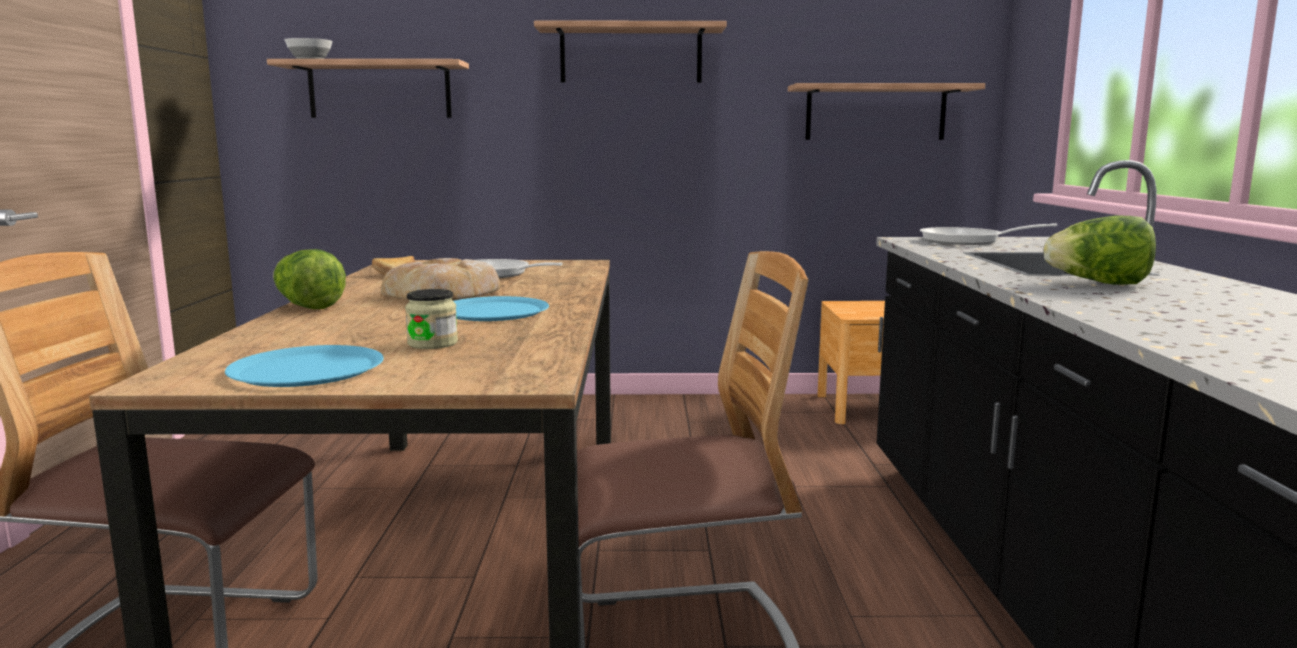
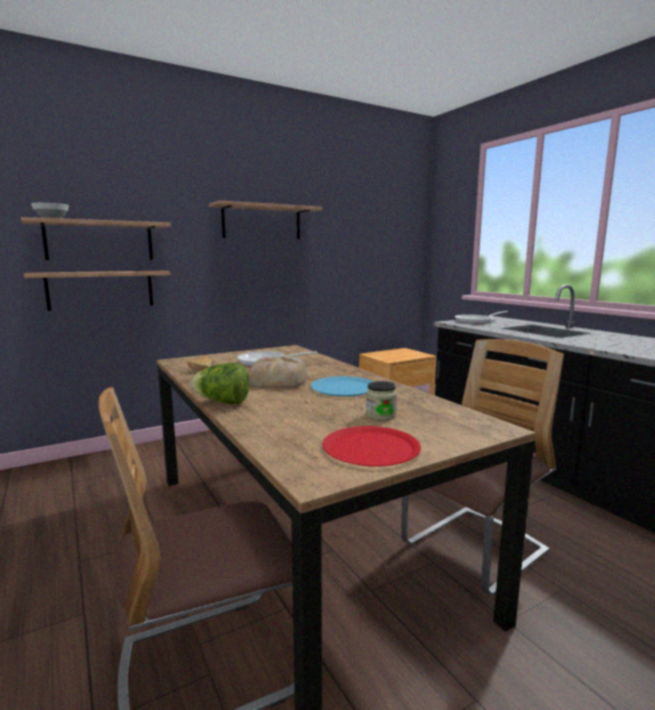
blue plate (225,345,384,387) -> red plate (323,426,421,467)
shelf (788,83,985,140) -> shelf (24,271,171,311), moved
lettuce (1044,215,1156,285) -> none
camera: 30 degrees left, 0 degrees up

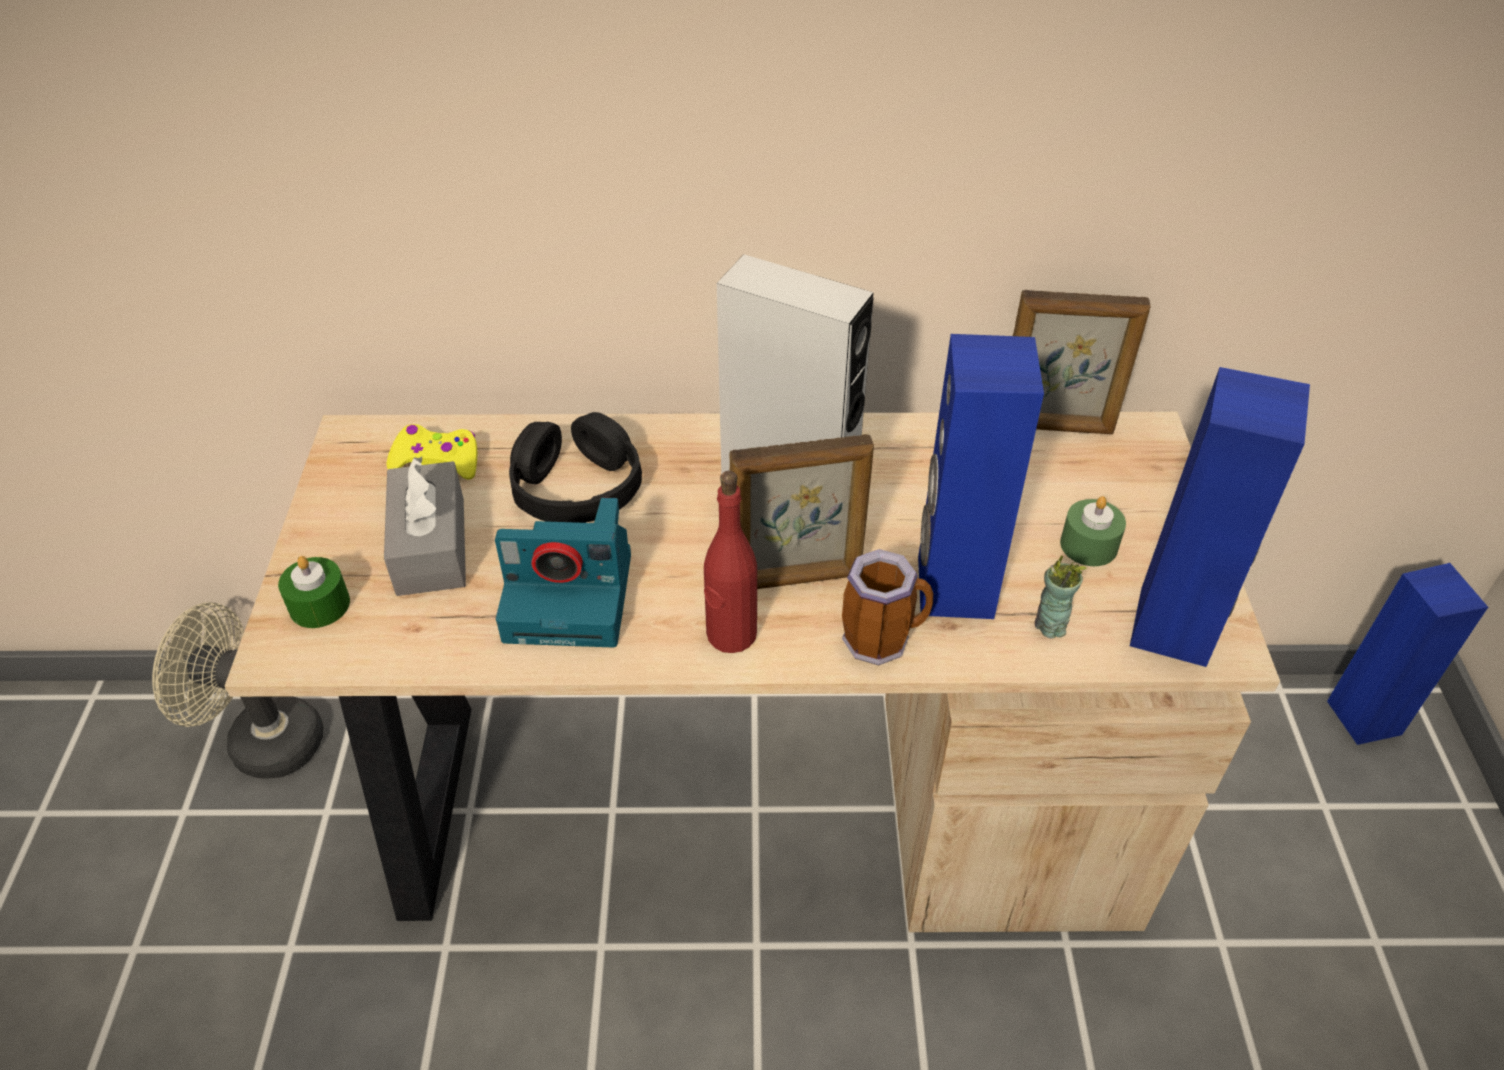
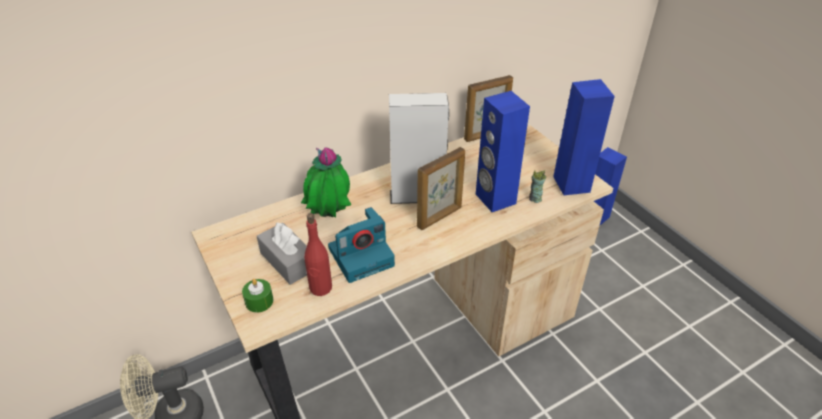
yellow game controller (387,424,477,480) -> none
black headphones (509,412,642,523) -> potted plant (301,148,351,217)
red bottle (704,471,757,653) -> red bottle (304,213,332,296), moved
mug (842,549,933,665) -> none
green candle (1060,496,1126,566) -> none
camera: 30 degrees left, 5 degrees down

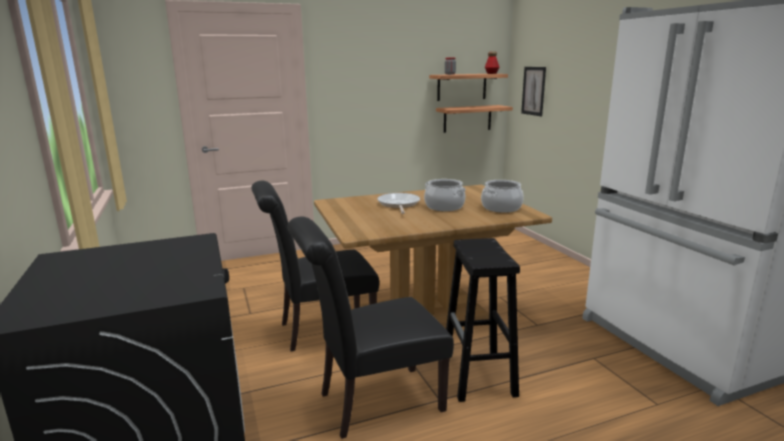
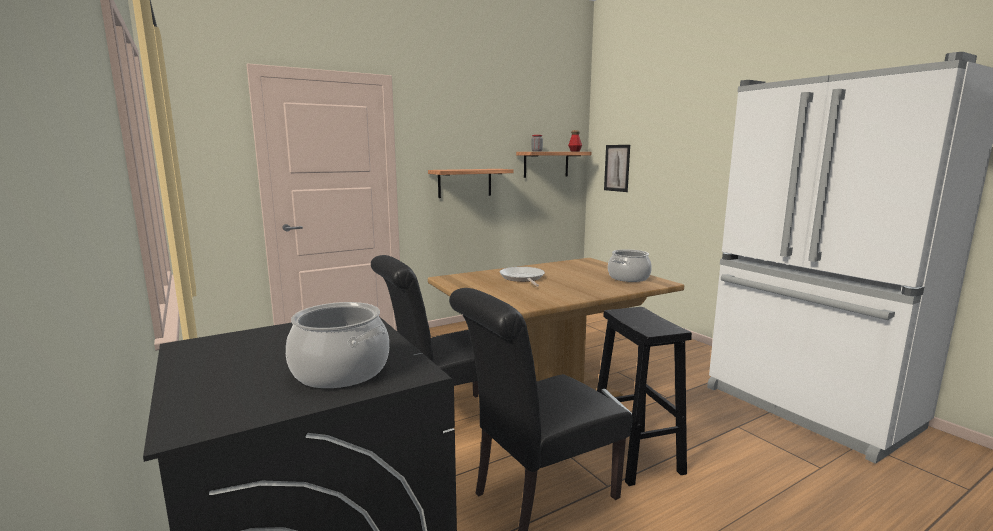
cooking pot (424,179,466,211) -> cooking pot (286,302,389,388), moved
shelf (436,105,513,133) -> shelf (428,169,514,198), moved
camera: 10 degrees left, 5 degrees down

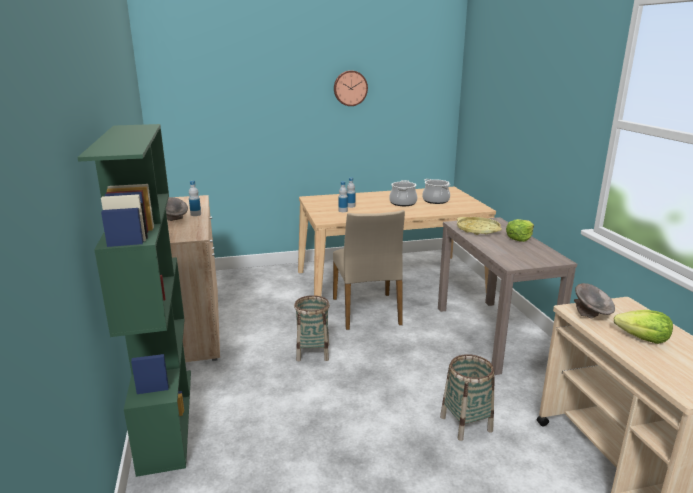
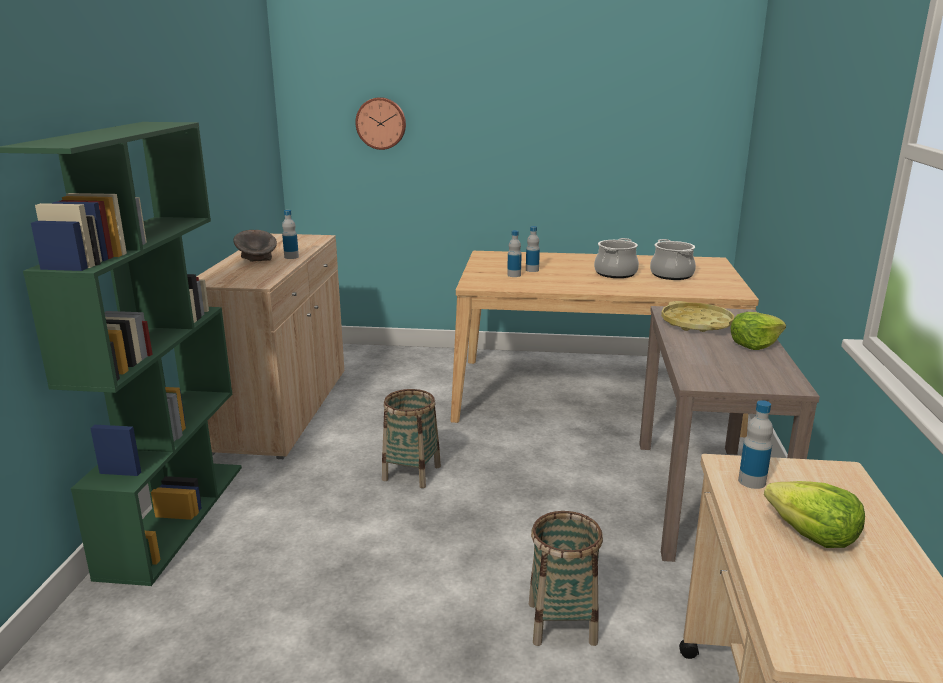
beige chair (333,210,405,330) -> none
wall clock (334,70,368,106) -> wall clock (355,97,406,150), moved
grey bowl (574,283,615,319) -> bottle (738,400,773,489)
camera: 20 degrees right, 0 degrees up

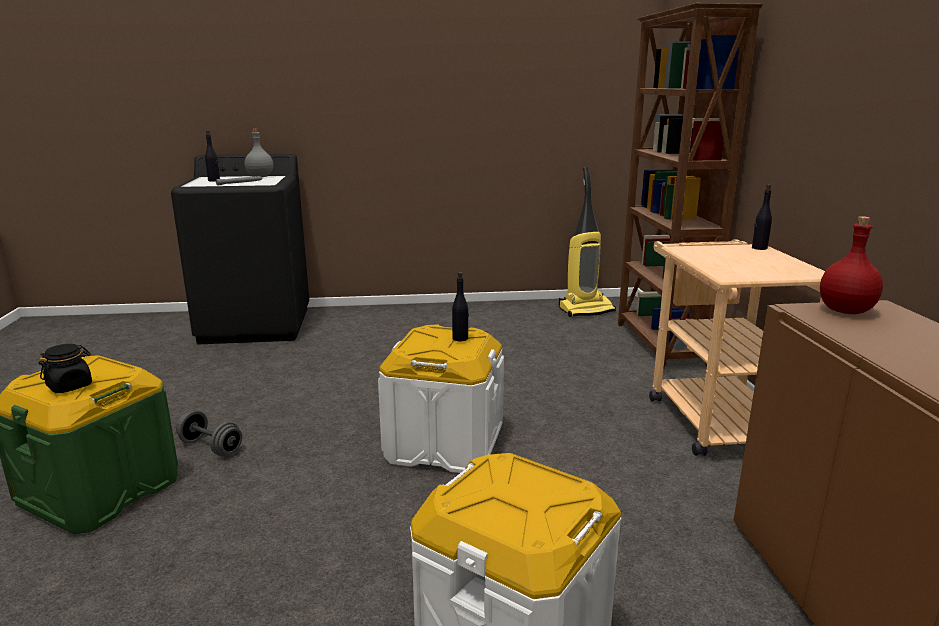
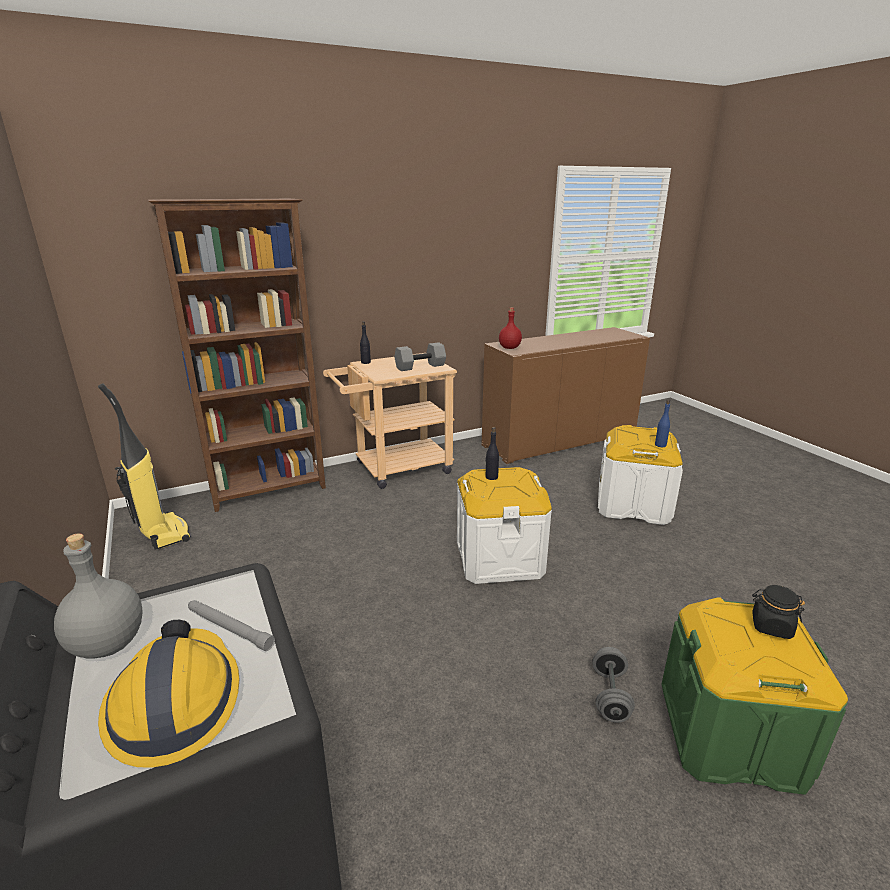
black bottle (205,130,220,182) -> hard hat (98,620,239,768)
none -> grey dumbbell (394,342,446,371)
none -> blue bottle (655,400,670,447)
camera: 110 degrees left, 5 degrees up

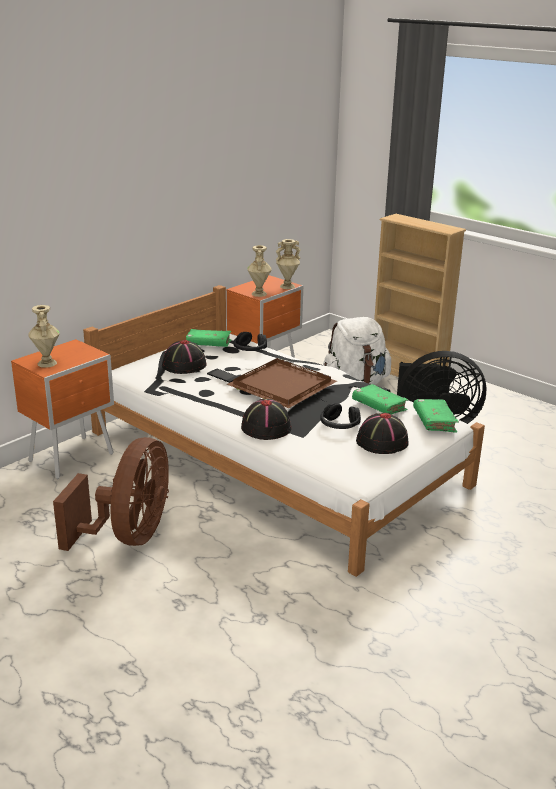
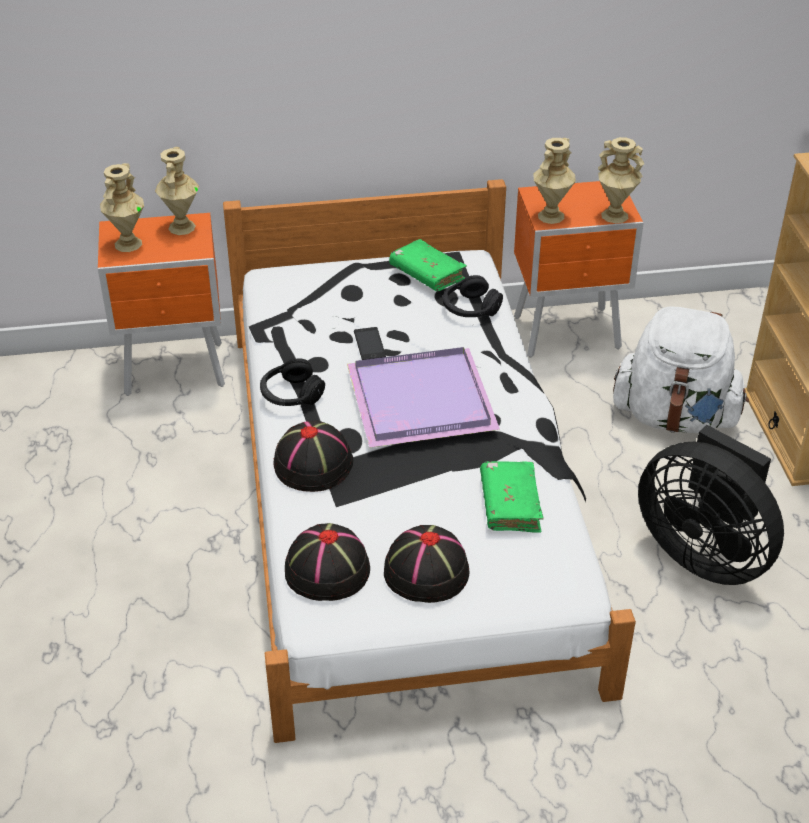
brown fan (53,437,169,551) -> none
black hat (162,340,207,374) -> black hat (285,523,370,601), moved
brown tray (227,358,337,408) -> purple tray (347,347,500,448)
black headphones (320,403,361,429) -> black headphones (260,358,325,406), moved
green book (413,399,459,432) -> none
none -> beige vase (155,147,199,235)
camera: 40 degrees right, 15 degrees up

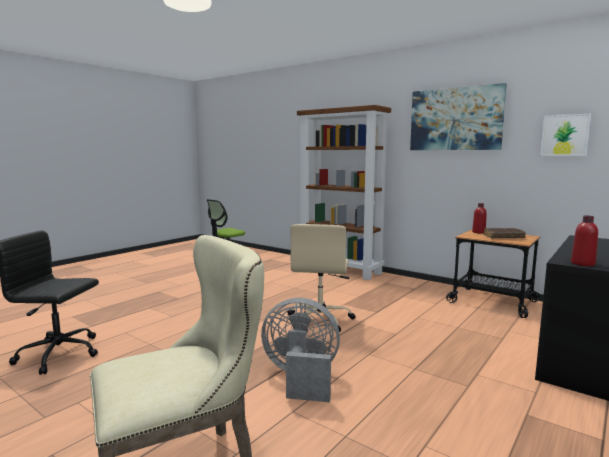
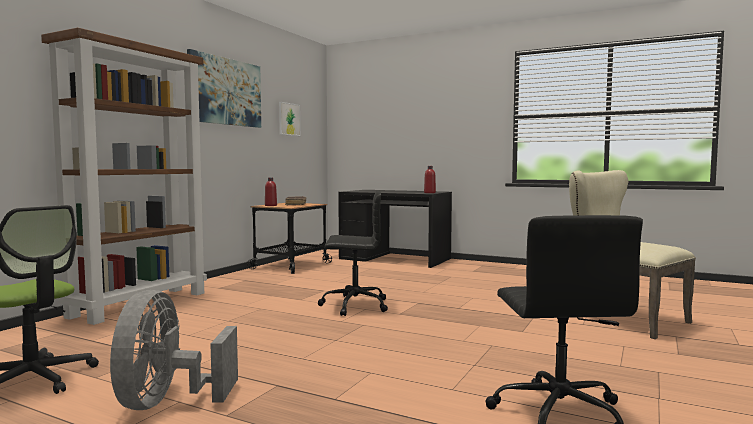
grey fan (261,298,340,402) -> grey fan (110,290,238,410), moved
beige office chair (288,224,355,332) -> black office chair (318,190,388,316)
camera: 100 degrees left, 5 degrees down

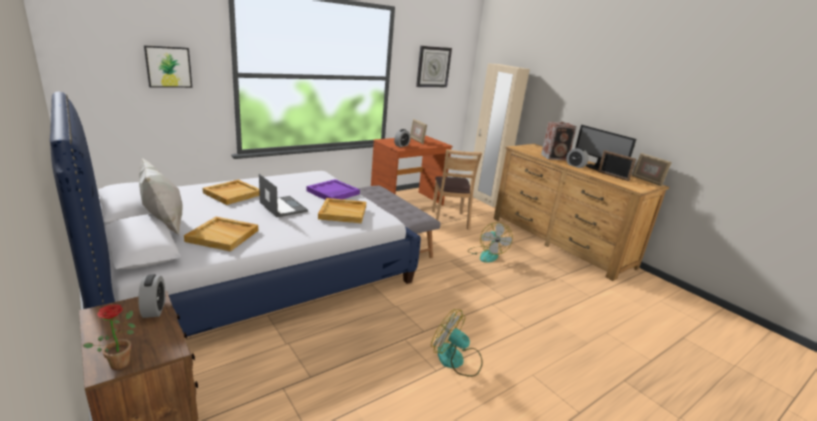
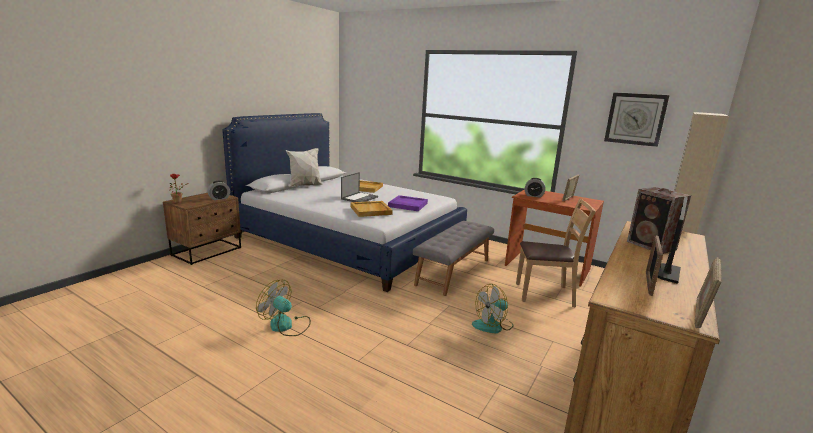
picture (144,45,192,88) -> none
beige tray (184,217,258,252) -> none
fan (431,309,483,377) -> fan (256,280,311,336), 75 degrees counterclockwise
brown chair (432,149,482,230) -> brown chair (516,199,596,308), 150 degrees counterclockwise
alarm clock (566,147,589,168) -> none
camera: 70 degrees right, 5 degrees down

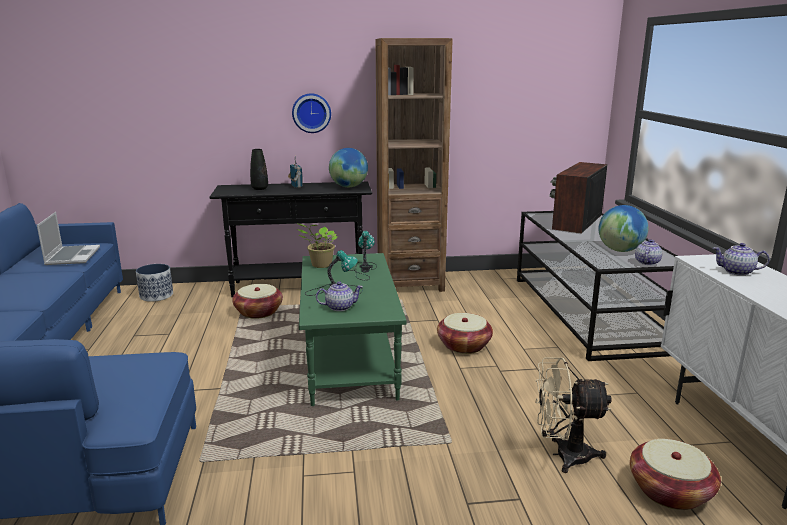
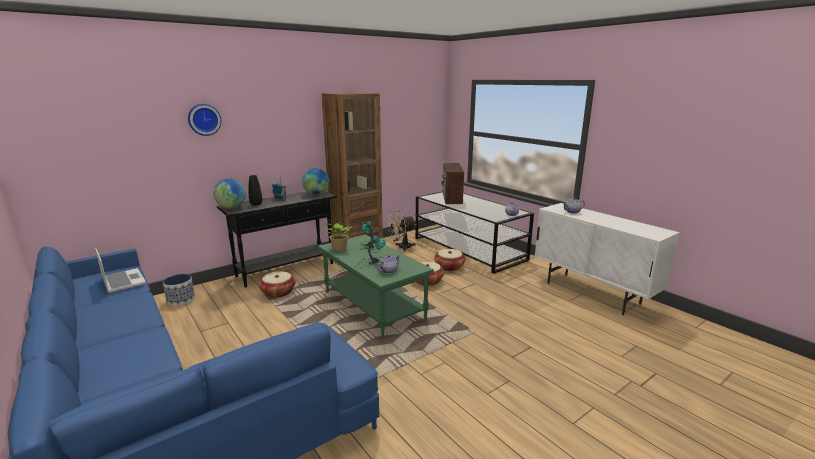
wall clock (292,93,331,133) -> wall clock (188,104,221,136), moved
beige fan (535,357,612,473) -> beige fan (387,210,416,251), moved
globe (599,205,649,252) -> globe (213,179,246,209), moved
basket (630,439,721,510) -> basket (434,249,466,271), moved
camera: 30 degrees left, 0 degrees up

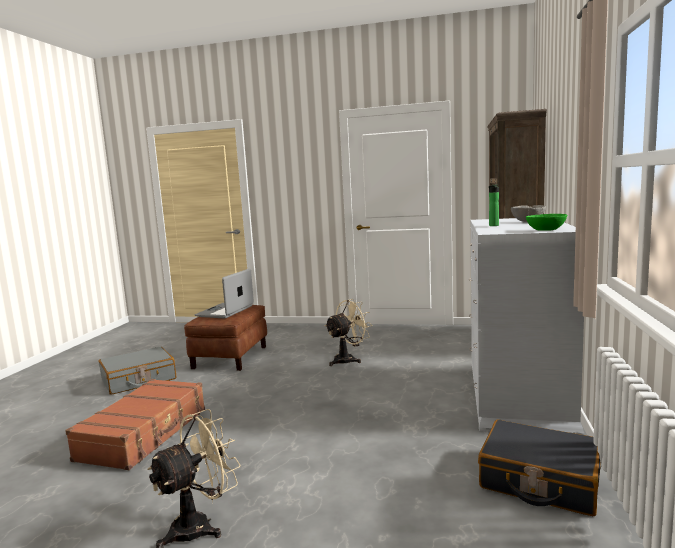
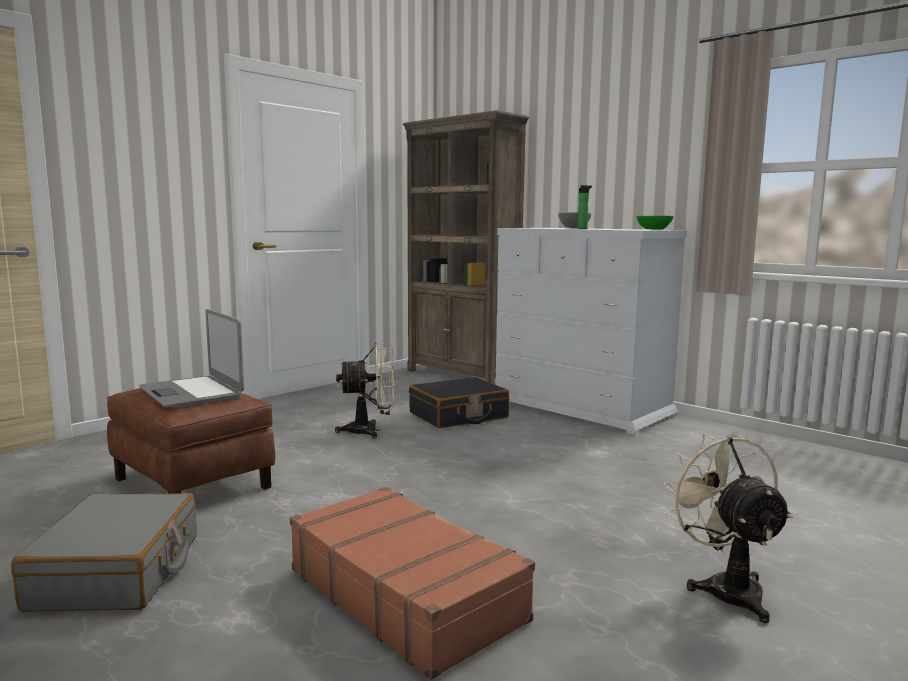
beige fan (325,299,370,366) -> beige fan (335,343,394,438), 90 degrees clockwise
black suitcase (478,419,601,516) -> black suitcase (409,377,509,428), moved
camera: 60 degrees left, 0 degrees up

